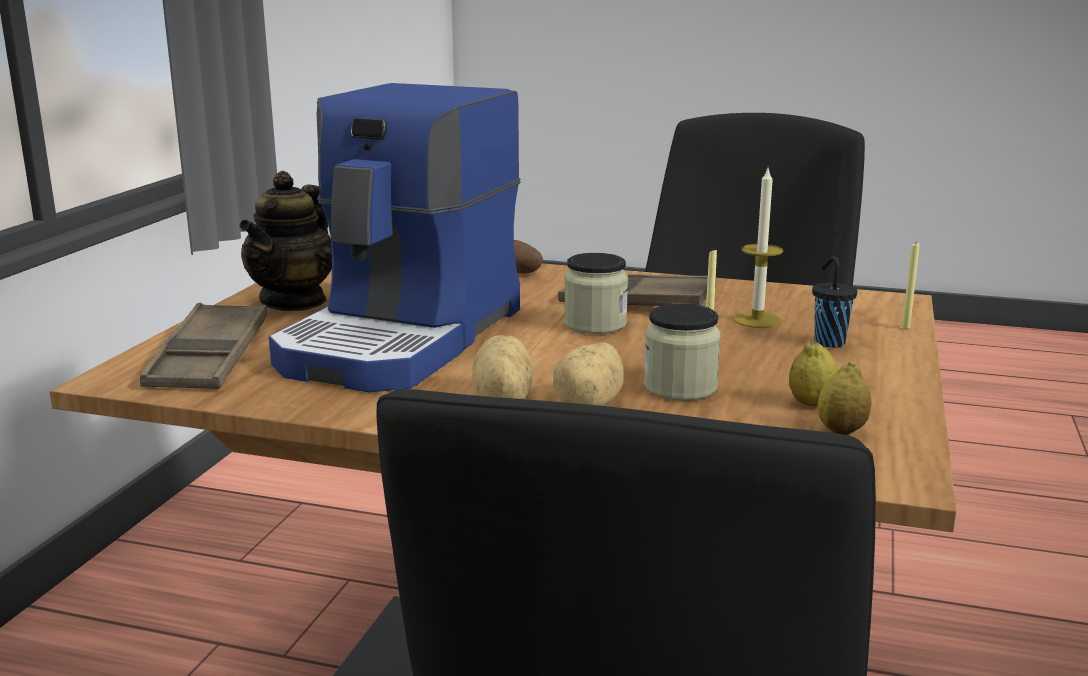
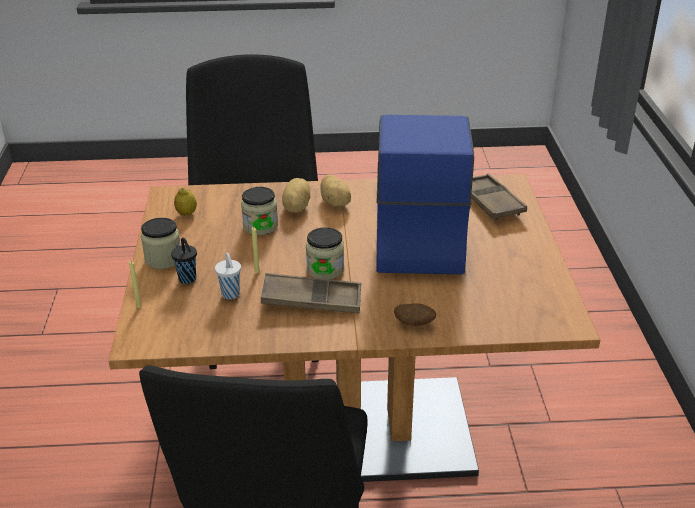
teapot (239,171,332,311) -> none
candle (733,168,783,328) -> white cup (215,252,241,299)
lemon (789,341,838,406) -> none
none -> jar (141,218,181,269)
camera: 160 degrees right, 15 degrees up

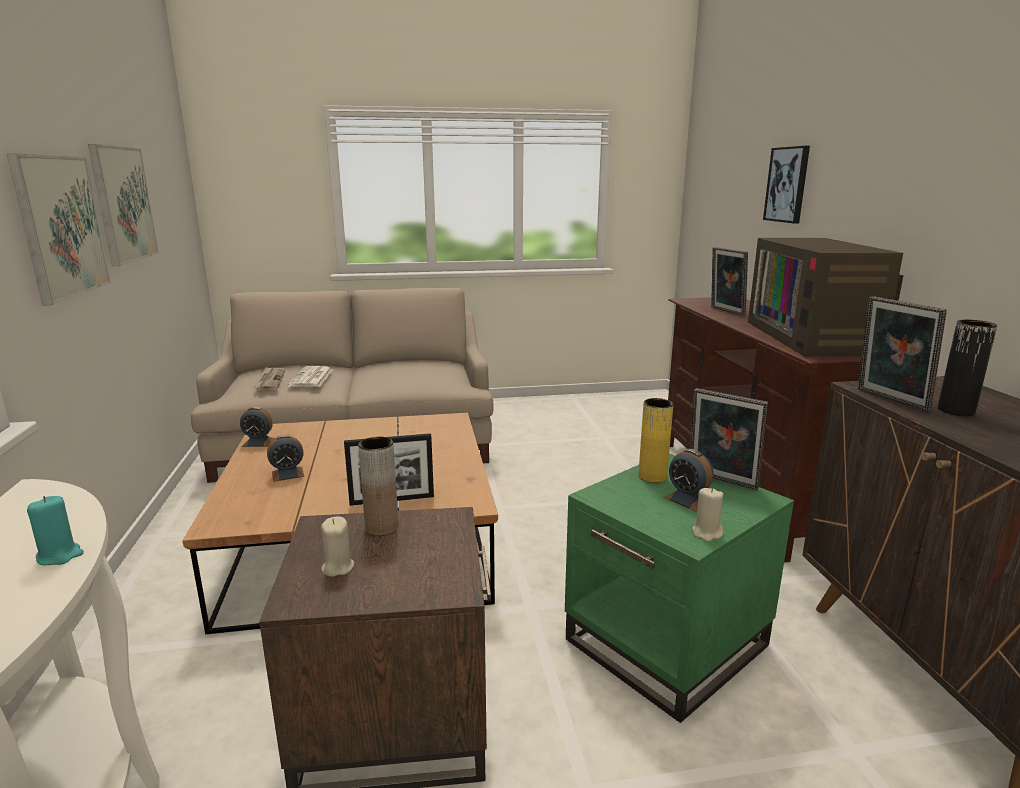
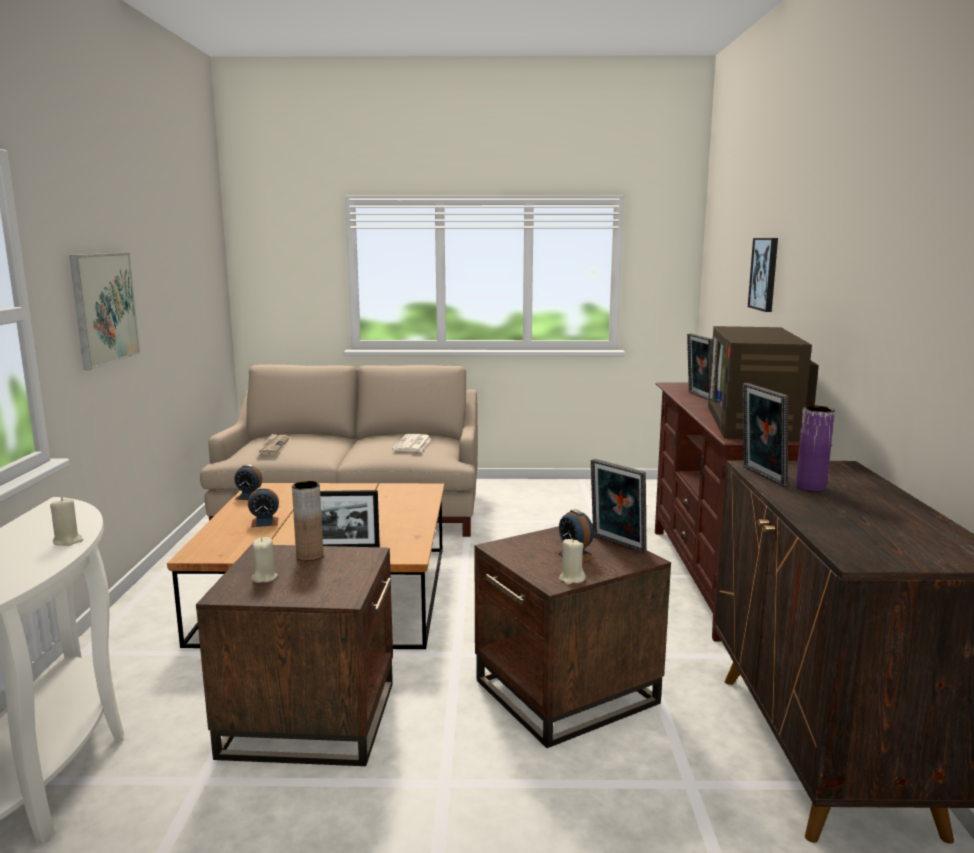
turquoise candle (27,496,84,565) -> beige candle (50,497,83,546)
picture (88,144,159,267) -> none
newspaper (287,366,332,387) -> newspaper (392,434,432,452), moved
green side table (565,453,794,723) -> brown side table (474,523,671,748)
yellow vase (639,398,673,483) -> none
black vase (938,320,997,416) -> purple vase (796,406,835,492)
camera: 10 degrees right, 5 degrees down

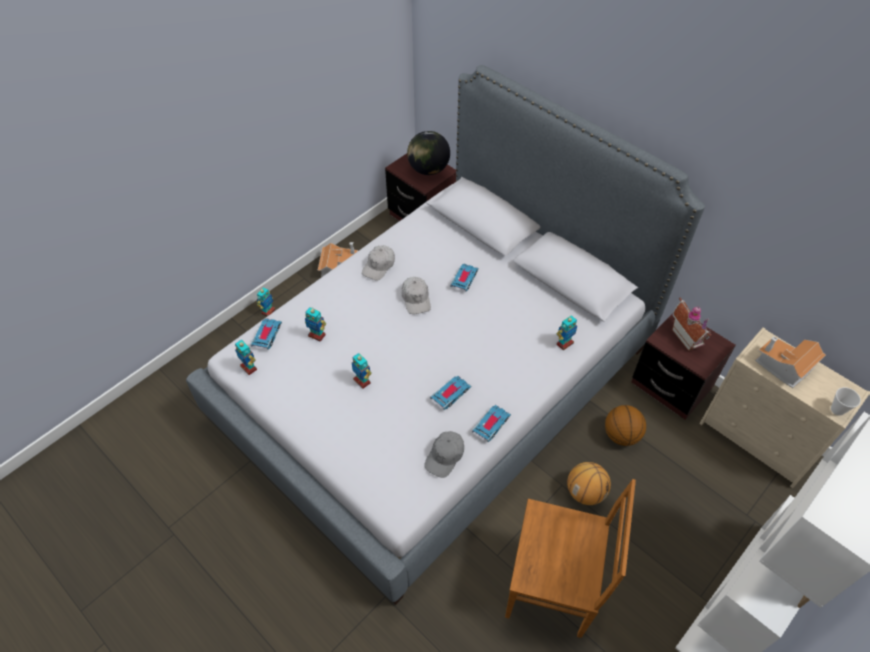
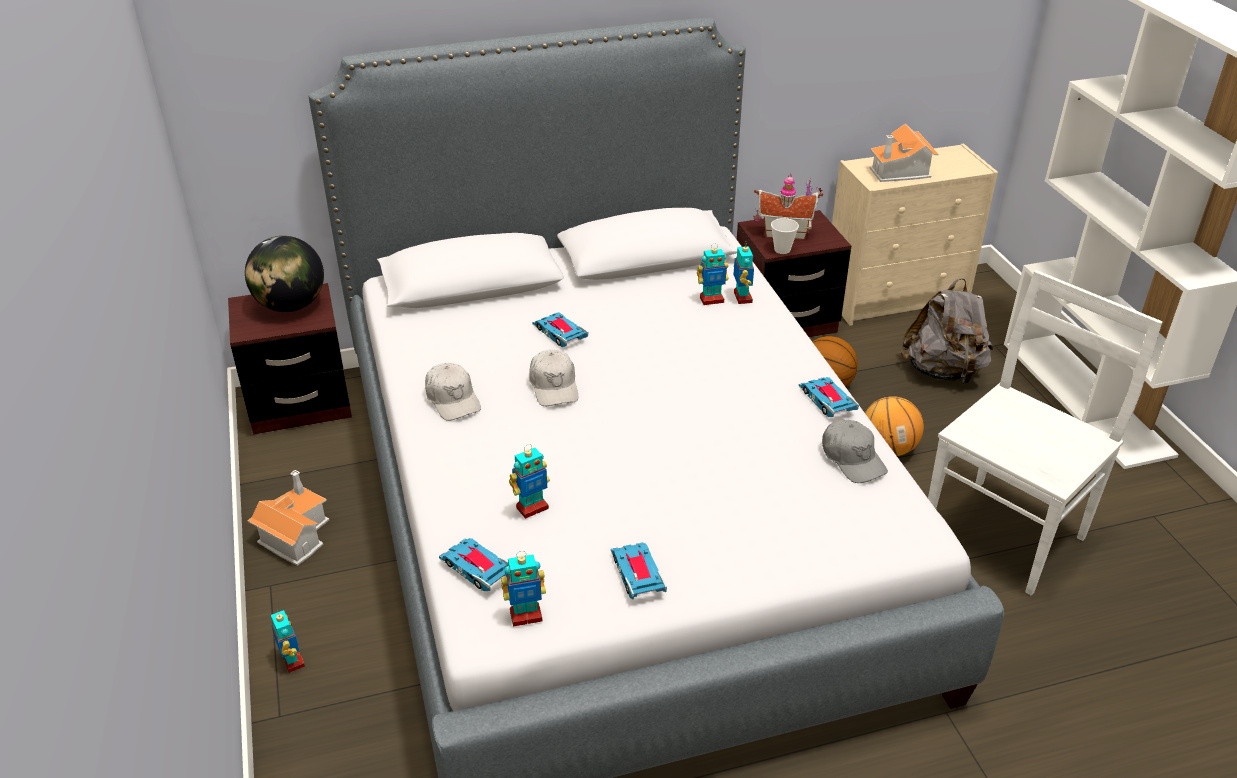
toy robot (352,353,372,389) -> toy robot (697,243,729,305), moved
white cap (402,277,431,314) -> white cap (529,350,578,406), 60 degrees clockwise
toy car (430,376,471,410) -> toy car (611,542,667,599), moved
brown chair (505,479,636,638) -> white chair (928,270,1163,596)
cup (831,387,861,416) -> cup (771,218,799,254), moved
none -> grey backpack (901,278,993,384)
camera: 60 degrees left, 15 degrees down

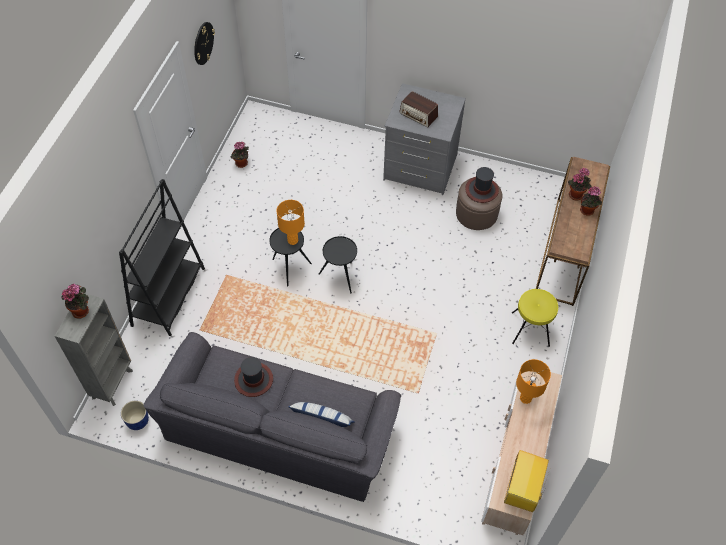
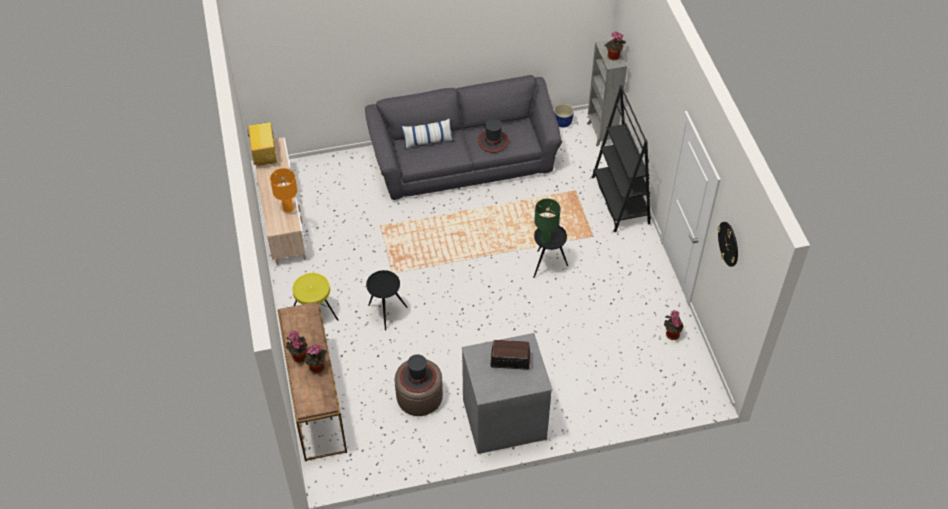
orange table lamp (277,200,305,245) -> green table lamp (534,199,561,243)
black side table (318,236,357,293) -> black side table (366,270,408,331), moved
camera: 150 degrees right, 5 degrees down

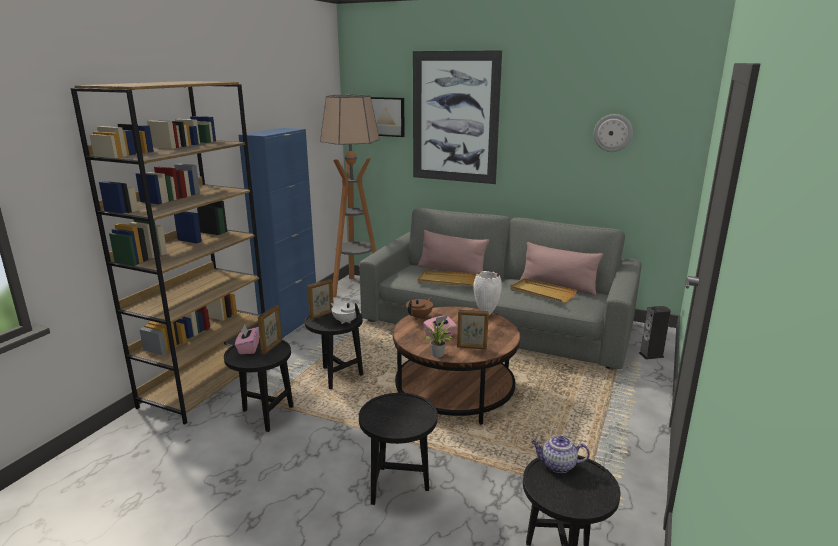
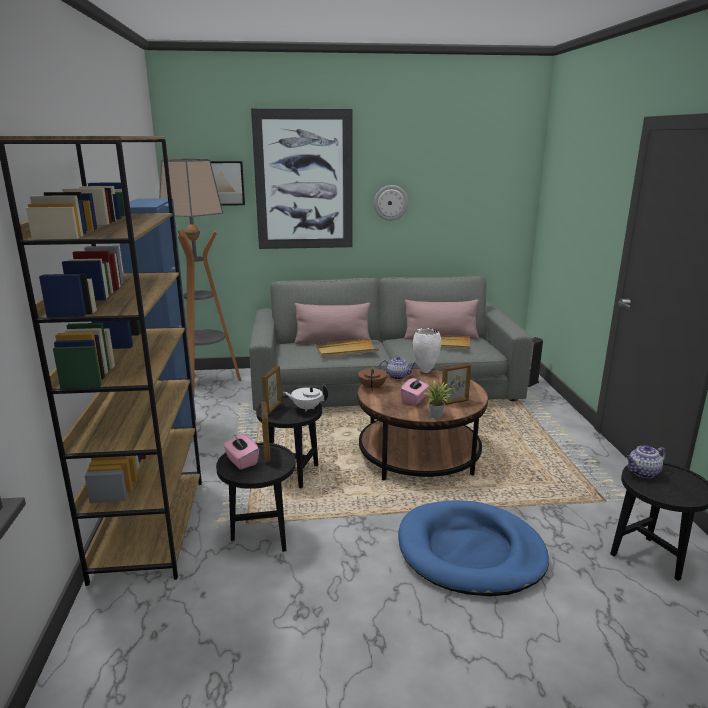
black side table (359,393,438,505) -> blue dog bed (398,500,549,596)
wall clock (594,114,633,152) -> wall clock (374,185,408,221), moved
none -> teapot (379,356,416,380)
camera: 30 degrees left, 0 degrees up

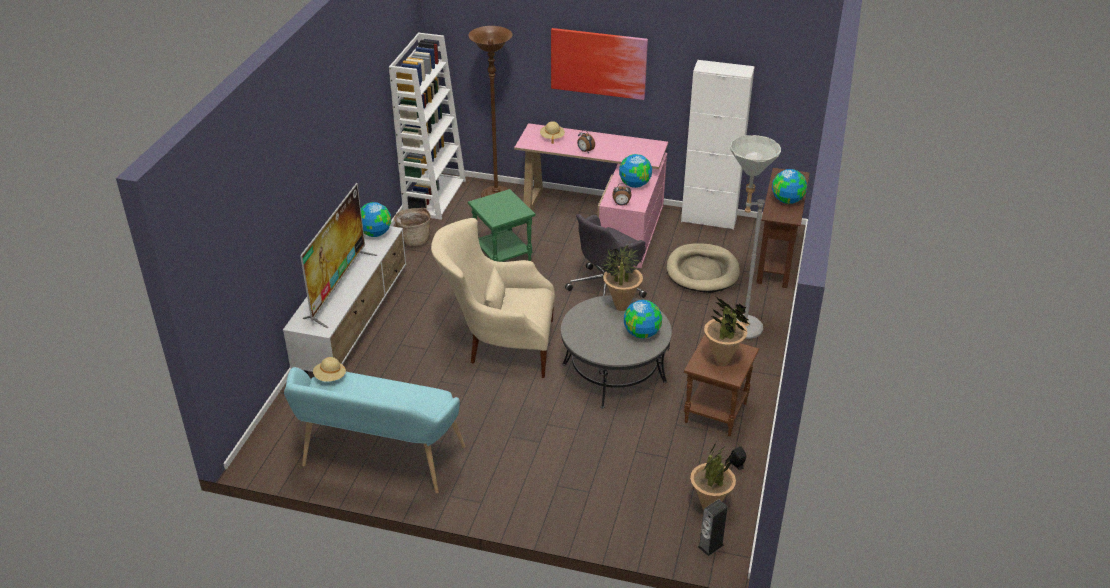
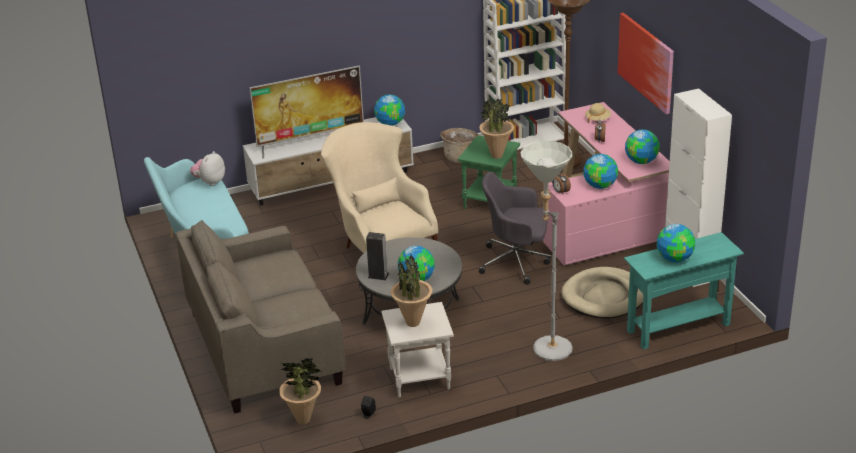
beige hat (313,357,346,382) -> plush toy (190,151,225,186)
potted plant (601,245,643,311) -> potted plant (479,96,514,159), moved
brown side table (684,334,759,437) -> white side table (381,302,454,397)
speaker (698,499,728,556) -> speaker (366,232,389,280), moved
brown console table (756,168,810,288) -> turquoise console table (624,232,744,350)
none -> beige sofa (175,220,346,414)
none -> globe (625,130,660,164)
camera: 55 degrees right, 5 degrees down

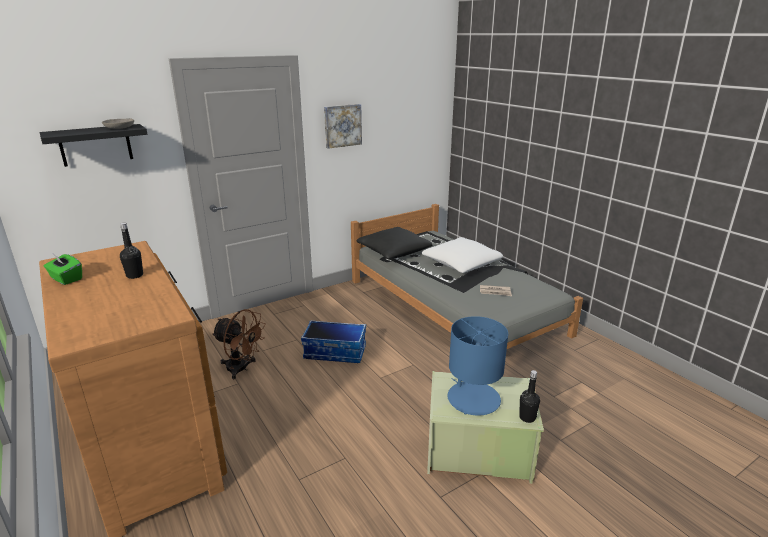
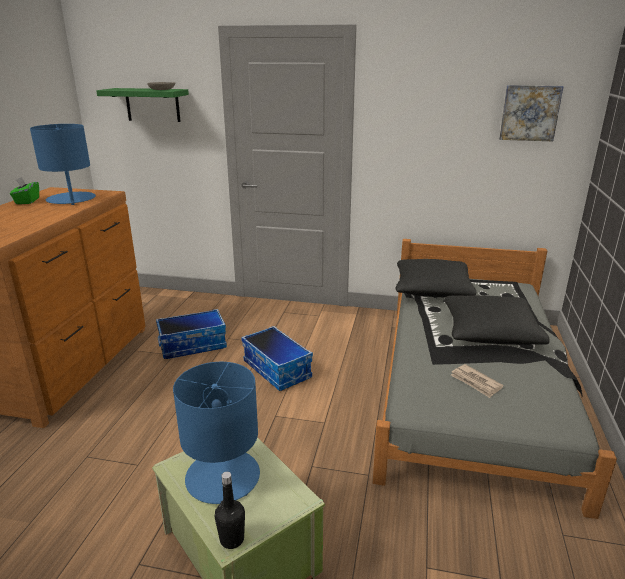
black shelf (40,124,147,167) -> green shelf (96,88,189,122)
black bottle (120,223,143,279) -> none
brown fan (212,309,266,379) -> storage box (156,309,227,359)
picture (324,104,362,149) -> picture (499,85,564,141), moved
white pillow (422,237,503,273) -> black pillow (444,295,550,345)
none -> blue table lamp (30,124,96,205)
camera: 45 degrees right, 0 degrees up

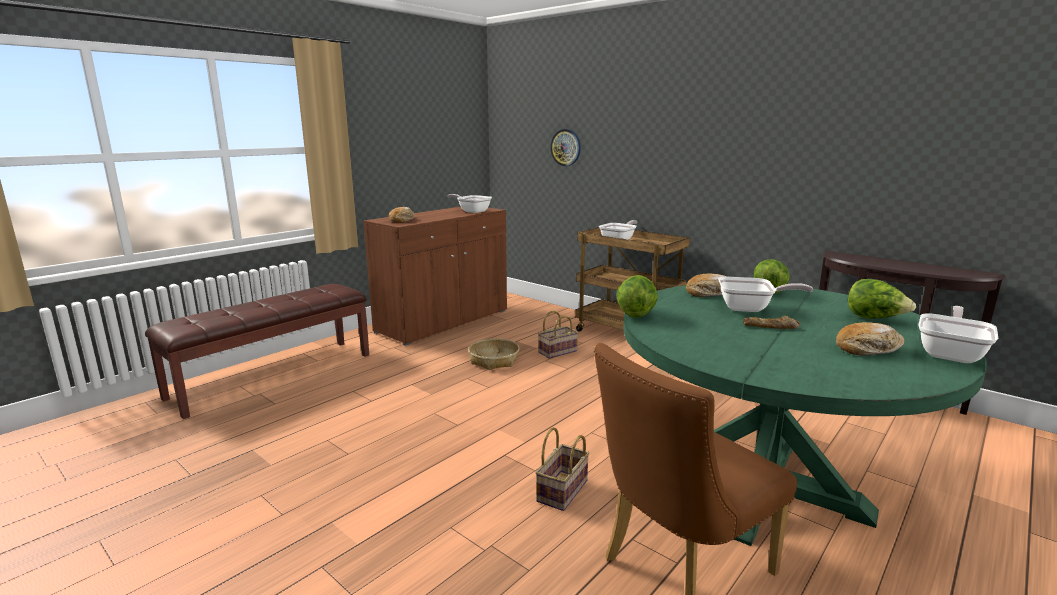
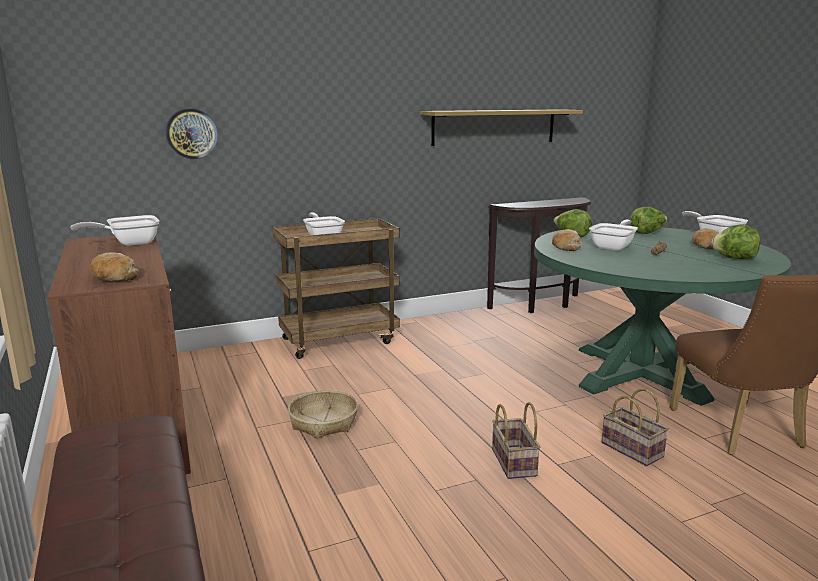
basket (538,311,578,359) -> basket (492,402,540,479), moved
lettuce (616,275,658,318) -> lettuce (711,225,760,259), moved
none -> shelf (420,109,583,146)
camera: 65 degrees left, 0 degrees up

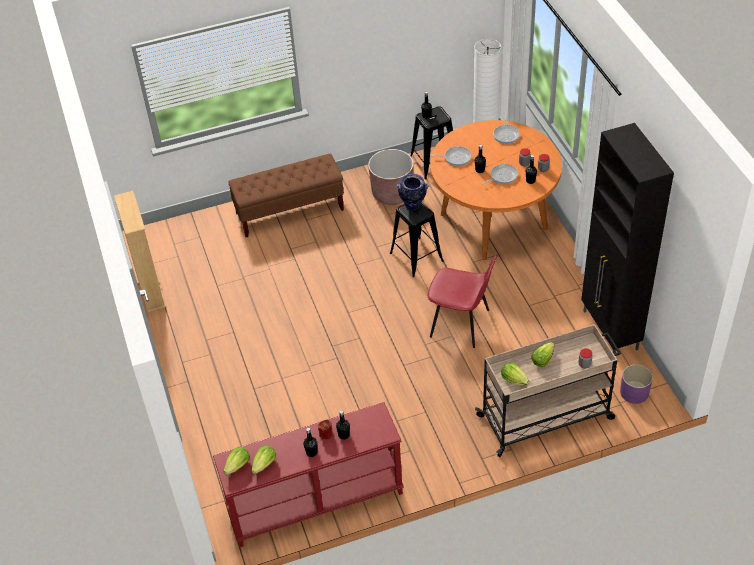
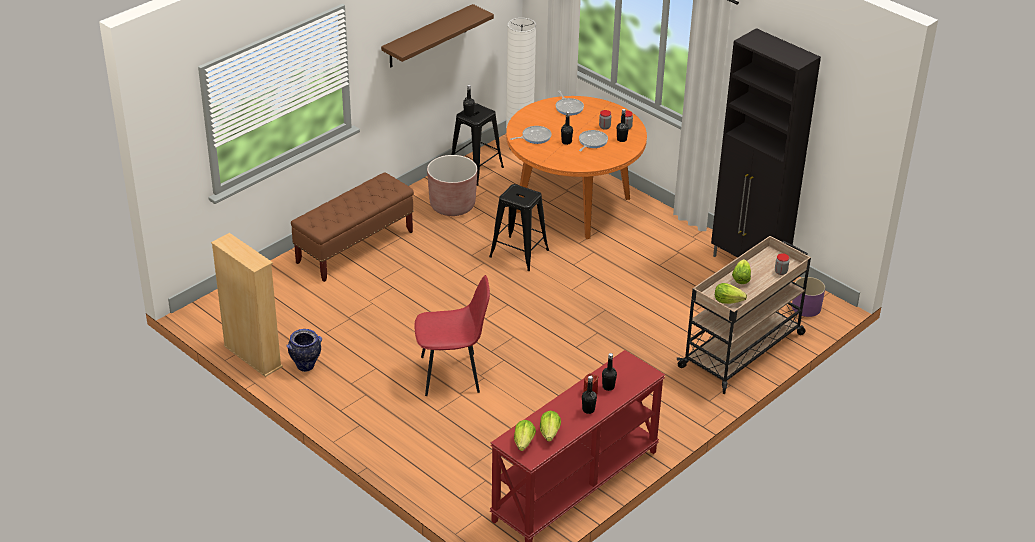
vase (397,174,429,210) -> vase (286,329,322,372), moved
red chair (428,255,497,348) -> red chair (414,275,490,396), moved
none -> brown shelf (381,4,494,68)
camera: 30 degrees left, 10 degrees down

